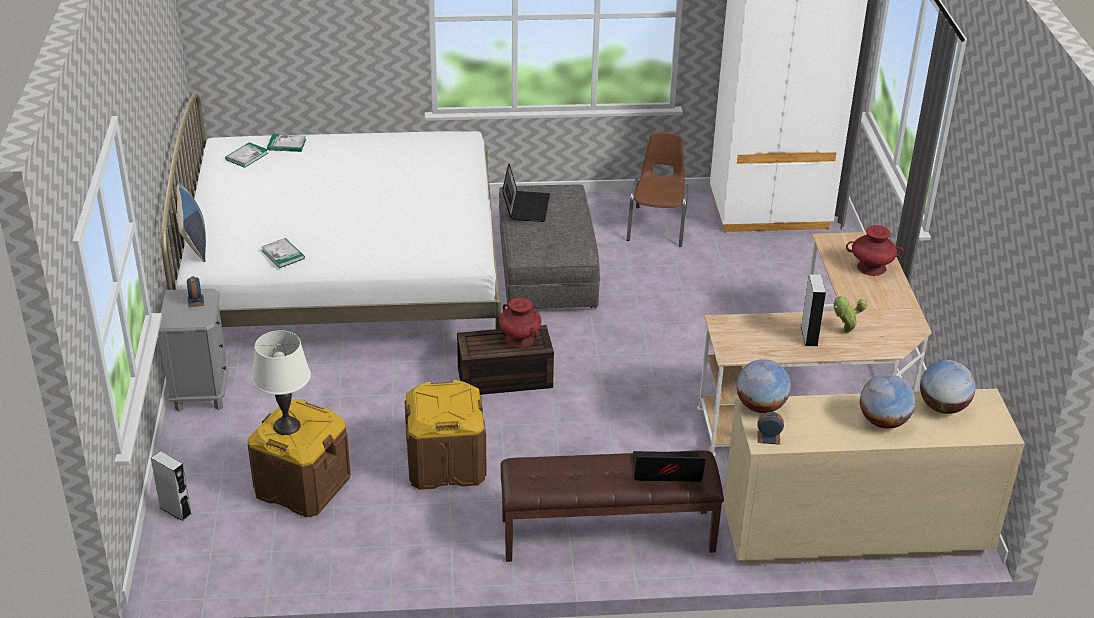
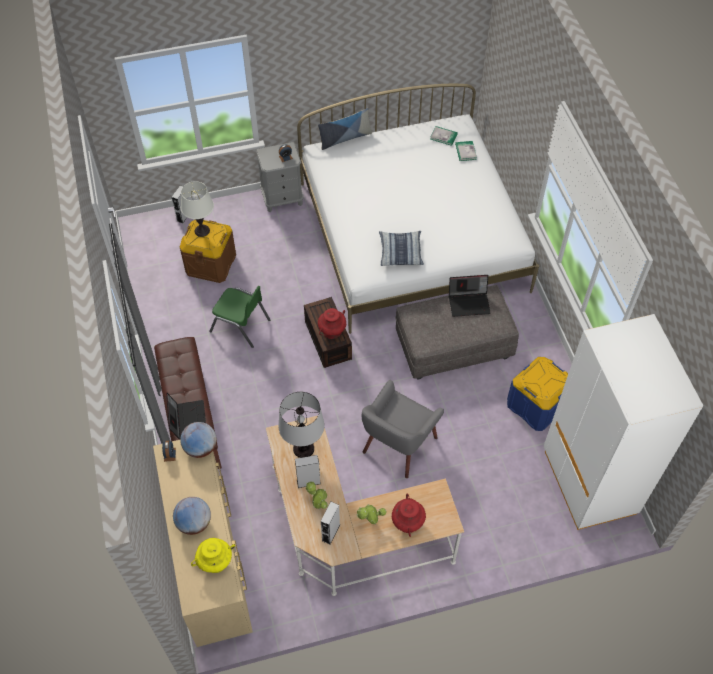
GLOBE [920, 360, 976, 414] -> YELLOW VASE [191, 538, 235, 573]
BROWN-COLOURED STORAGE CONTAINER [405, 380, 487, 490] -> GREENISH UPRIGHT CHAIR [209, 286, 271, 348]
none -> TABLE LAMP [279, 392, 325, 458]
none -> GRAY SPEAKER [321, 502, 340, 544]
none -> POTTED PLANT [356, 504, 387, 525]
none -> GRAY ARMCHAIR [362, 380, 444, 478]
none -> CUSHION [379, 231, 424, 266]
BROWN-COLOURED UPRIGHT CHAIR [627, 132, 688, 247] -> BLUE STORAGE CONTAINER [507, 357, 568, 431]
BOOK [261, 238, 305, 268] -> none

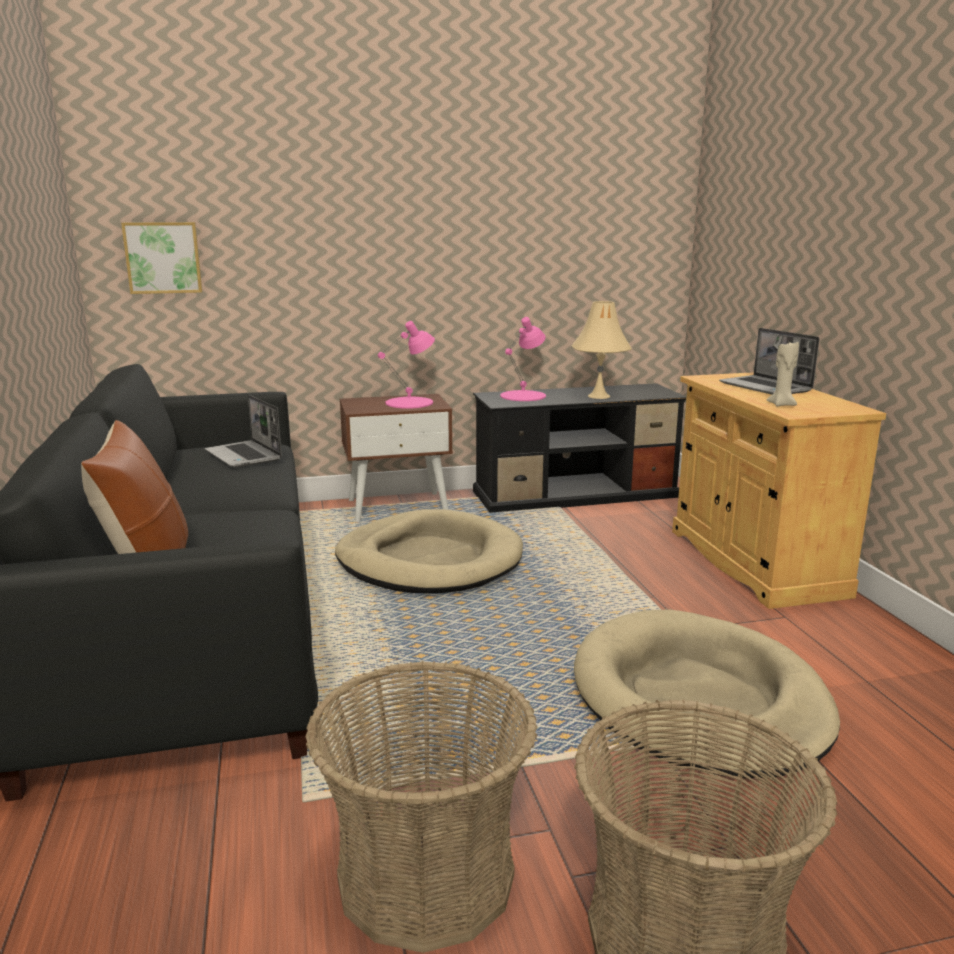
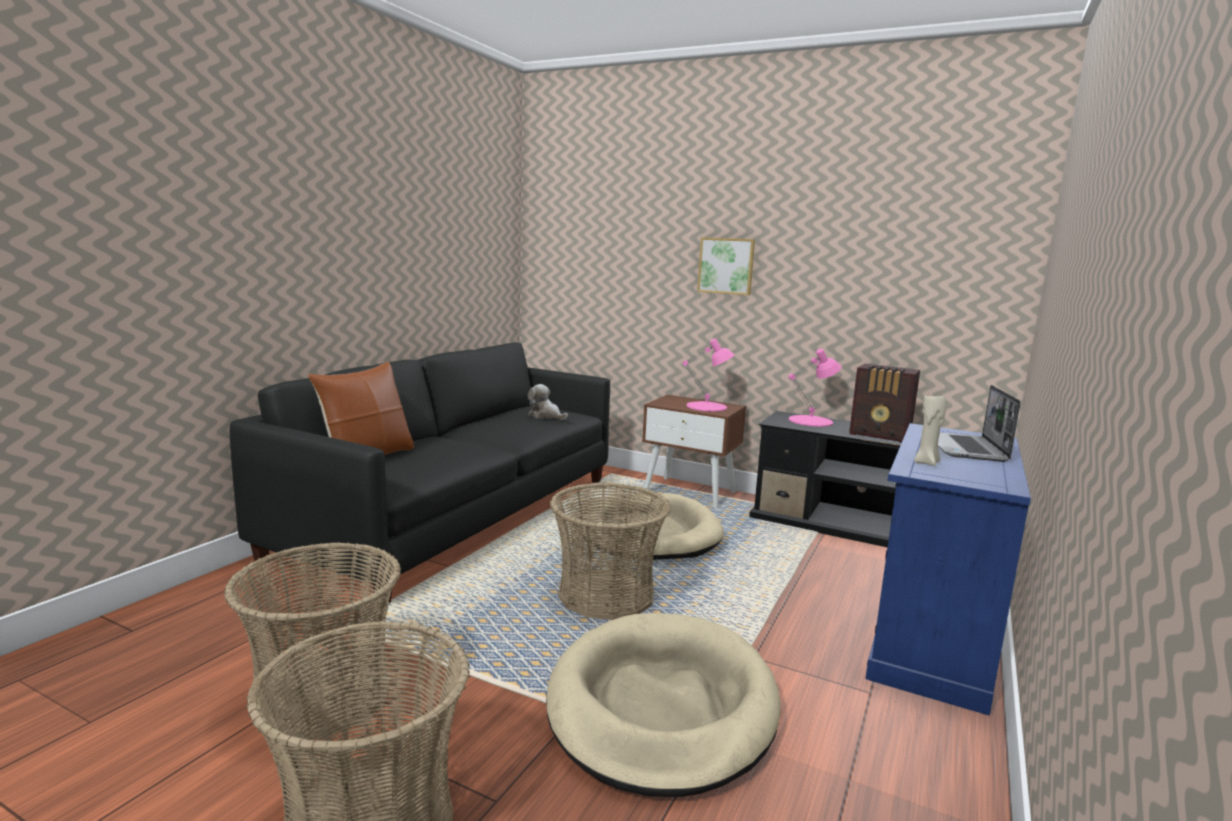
PORTABLE COMPUTER [205, 395, 282, 467] -> PLUSH TOY [527, 384, 568, 420]
none -> HOUSEHOLD BASKET [550, 483, 671, 620]
PICTURE [121, 222, 202, 294] -> PICTURE [697, 238, 755, 295], moved
BEIGE-COLOURED TABLE LAMP [571, 301, 632, 399] -> RADIO [849, 364, 920, 443]
BEIGE-COLOURED CABINET [672, 372, 886, 609] -> BLUE CABINET [865, 423, 1031, 716]

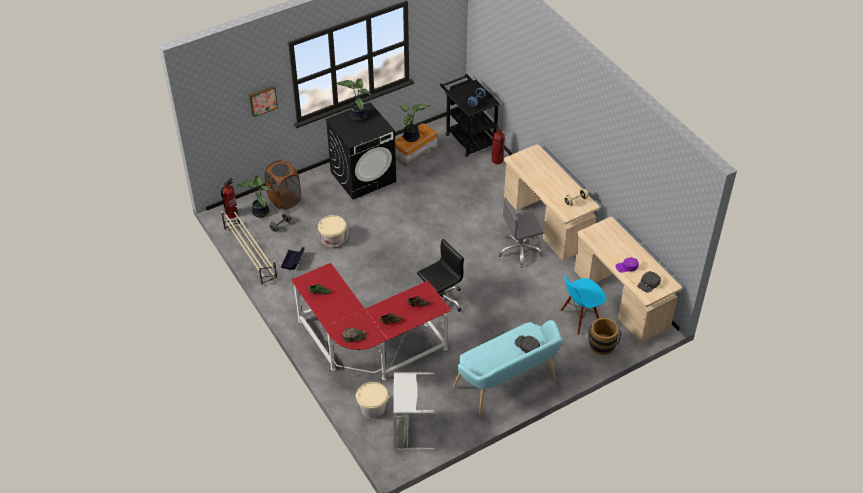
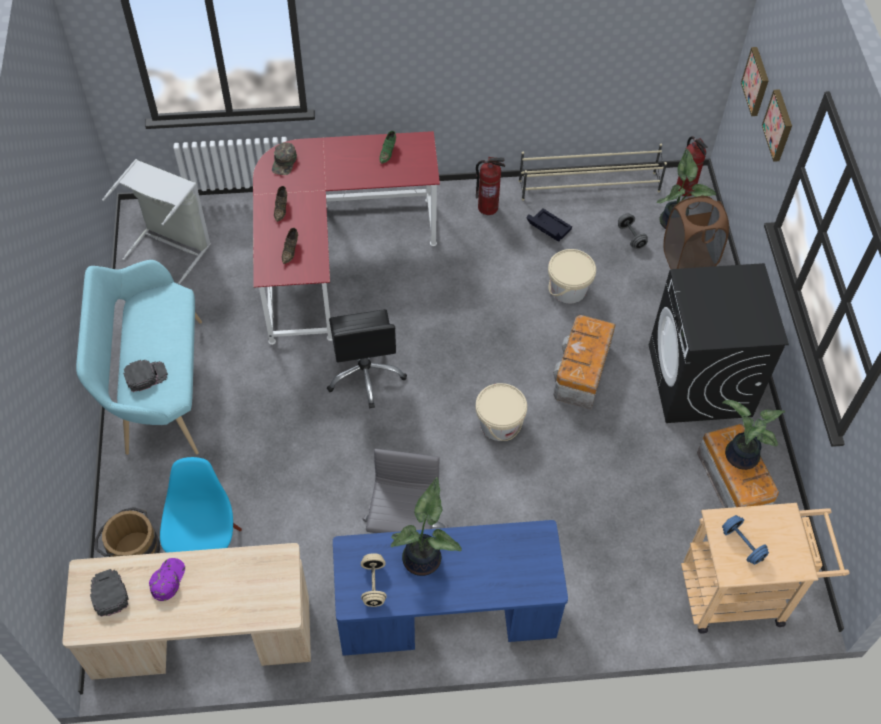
BEIGE-COLOURED DESK [504, 144, 599, 261] -> BLUE DESK [333, 520, 568, 656]
POTTED PLANT [336, 79, 371, 121] -> POTTED PLANT [391, 477, 462, 576], moved
BEIGE-COLOURED PAIL [355, 382, 390, 418] -> BEIGE-COLOURED PAIL [475, 383, 527, 441], moved
FIRE-FIGHTING CYLINDER [492, 124, 505, 164] -> FIRE-FIGHTING CYLINDER [476, 157, 505, 215], moved
none -> STORAGE CONTAINER [553, 315, 616, 410]
BLACKISH CART [440, 74, 500, 157] -> BEIGE-COLOURED CART [681, 503, 850, 634]
none -> PICTURE [741, 47, 769, 116]

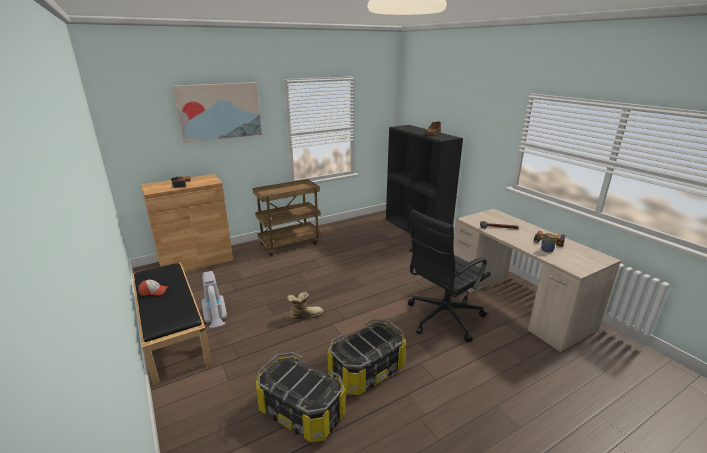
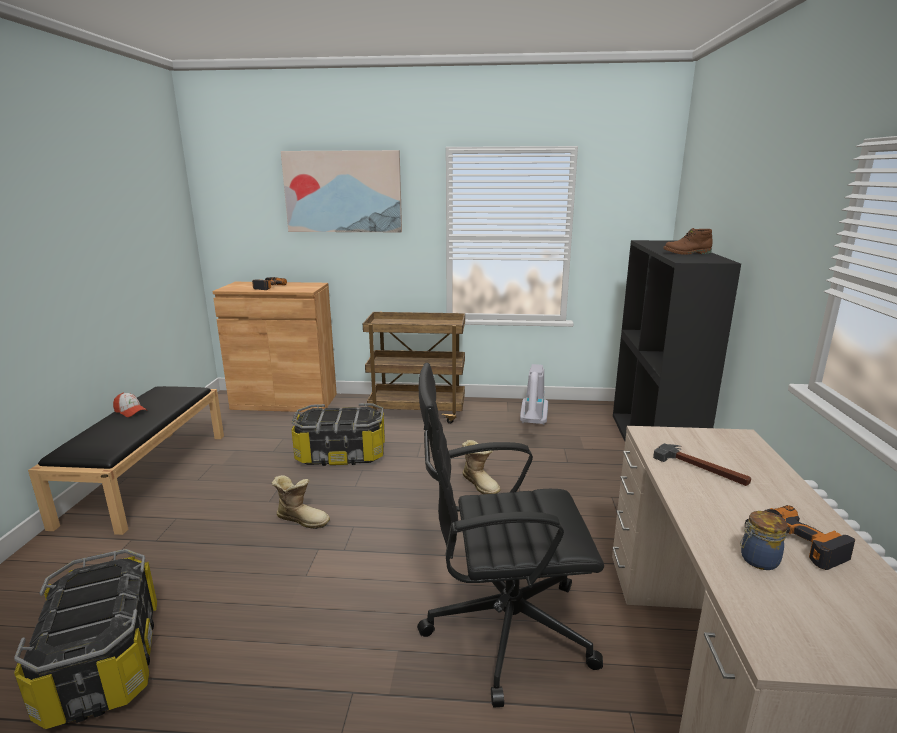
STORAGE CONTAINER [328, 319, 406, 395] -> STORAGE CONTAINER [291, 403, 385, 466], moved
none -> TALL BOOT [462, 440, 500, 494]
VACUUM [202, 271, 227, 328] -> VACUUM [520, 364, 548, 425], moved

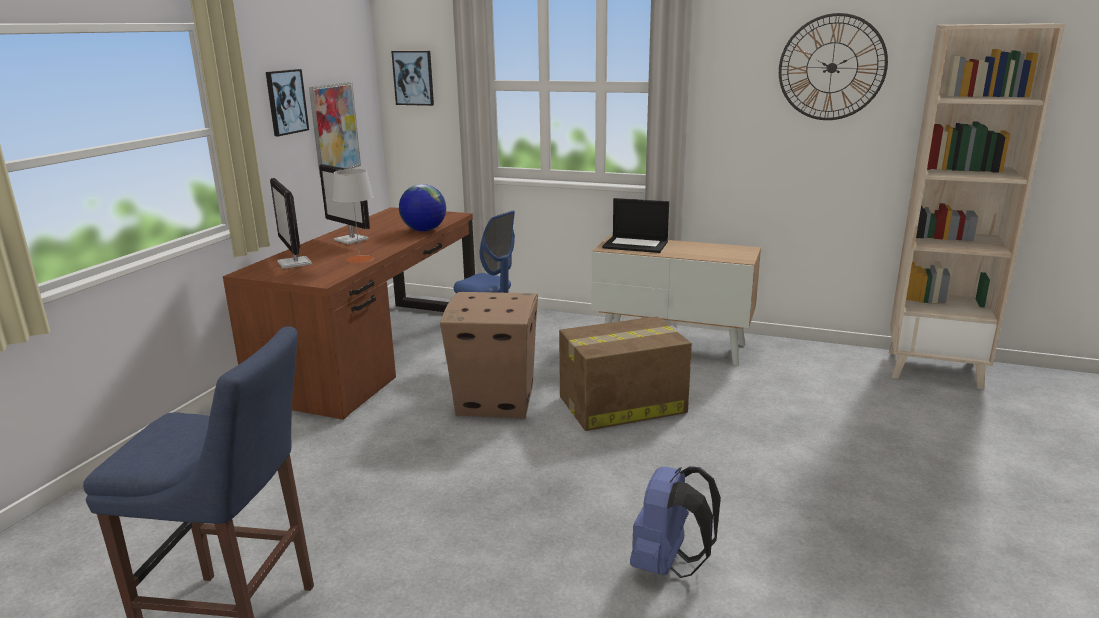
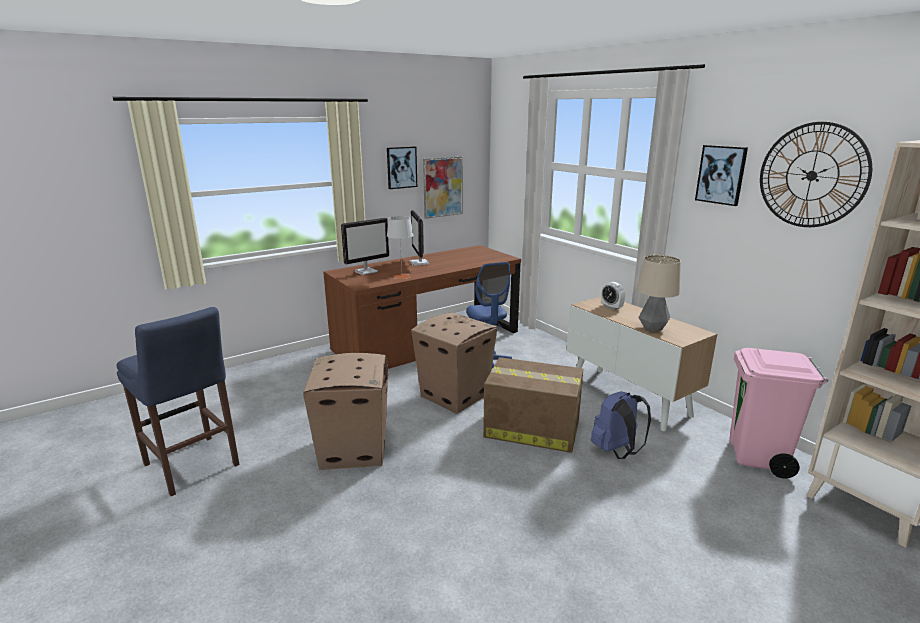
none -> PACKING BOX [303, 353, 388, 470]
COMPUTER SCREEN [270, 178, 312, 269] -> COMPUTER SCREEN [341, 218, 389, 275], 135 degrees counterclockwise
BLUE RUCKSACK [630, 466, 721, 578] -> BLUE RUCKSACK [591, 391, 651, 459], moved
PORTABLE COMPUTER [602, 198, 669, 253] -> BEDSIDE CLOCK [601, 282, 625, 310]
none -> TABLE LAMP [637, 255, 681, 332]
PICTURE [391, 51, 434, 106] -> PICTURE [695, 145, 748, 206], moved
none -> PINK-COLOURED RUBBISH BIN [730, 348, 829, 478]
GLOBE [399, 184, 446, 231] -> none

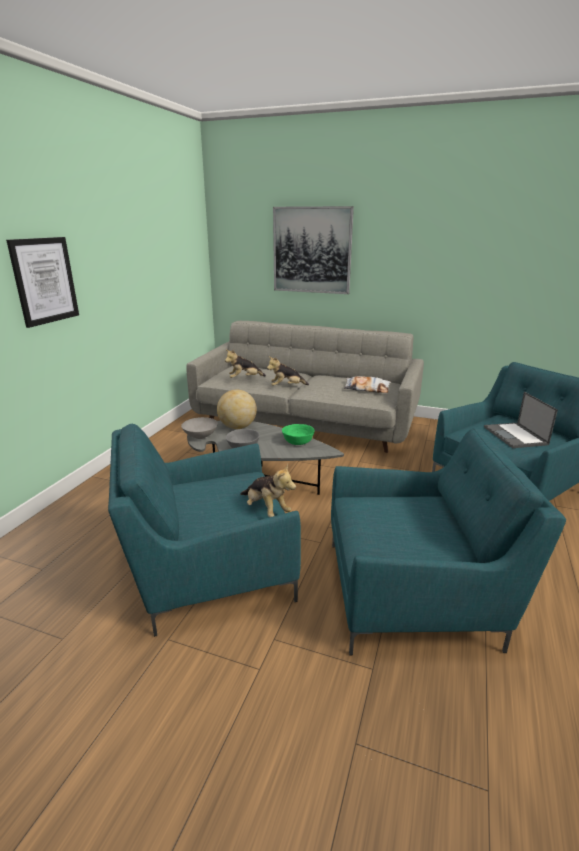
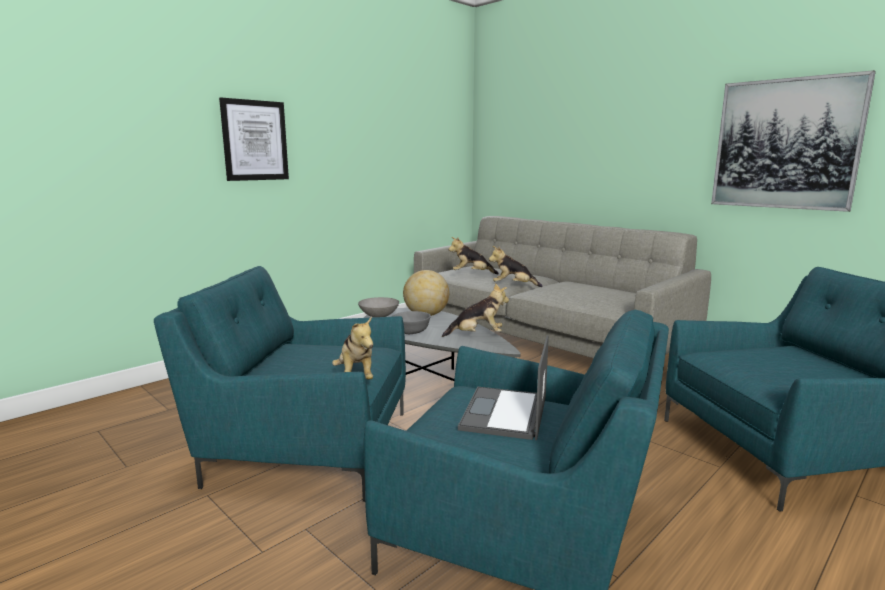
GREENISH SERVING BOWL [282, 424, 315, 445] -> PLUSH TOY [442, 283, 509, 337]
PORTABLE COMPUTER [484, 392, 558, 448] -> PORTABLE COMPUTER [458, 335, 549, 440], moved
PICTURE [273, 206, 354, 294] -> PICTURE [711, 70, 876, 212], moved
CUSHION [344, 376, 391, 393] -> none

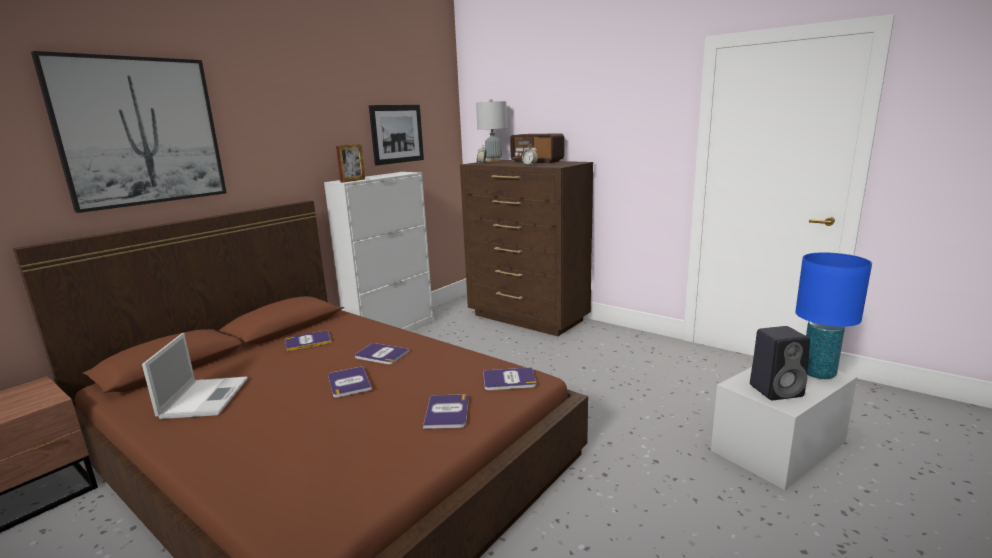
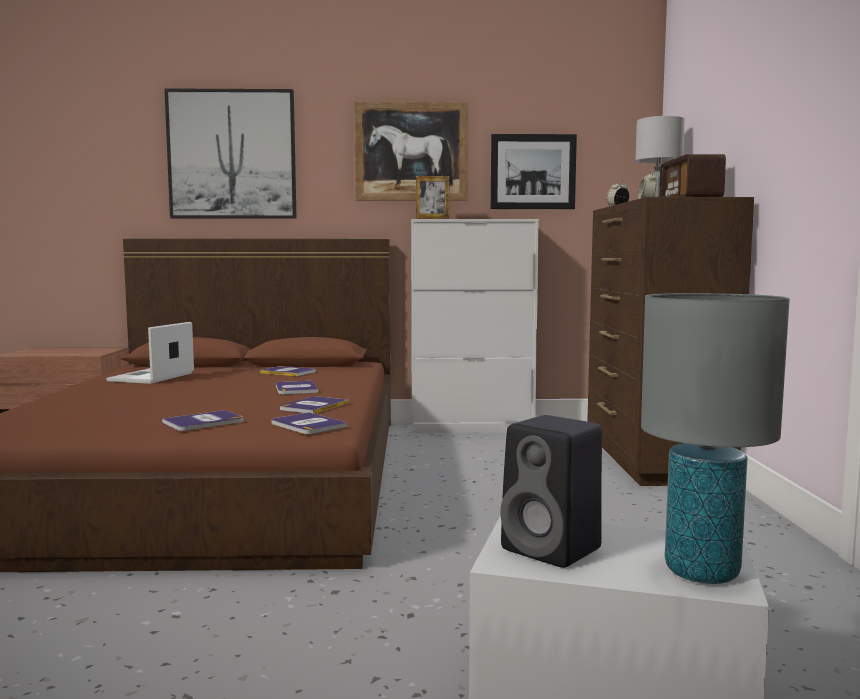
PORTABLE COMPUTER [142, 333, 248, 419] -> PORTABLE COMPUTER [106, 322, 194, 384], 150 degrees clockwise
BOOK [328, 366, 372, 398] -> BOOK [280, 396, 348, 414], moved
none -> PICTURE [354, 101, 468, 201]
BLUE TABLE LAMP [795, 253, 872, 379] -> GRAY TABLE LAMP [641, 293, 790, 584]

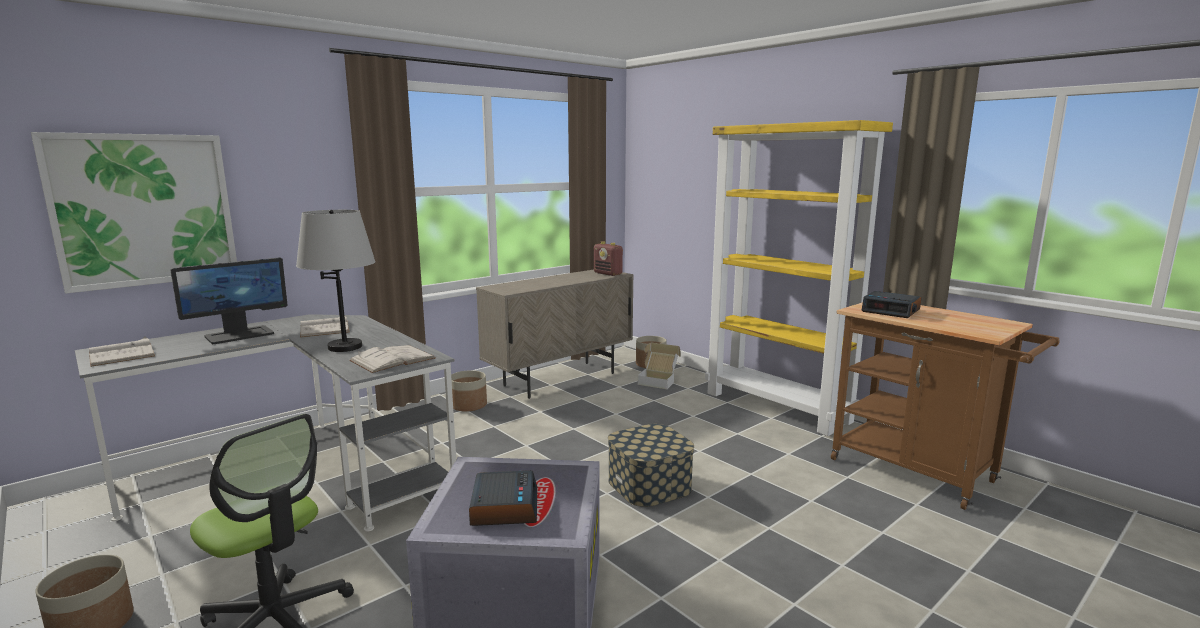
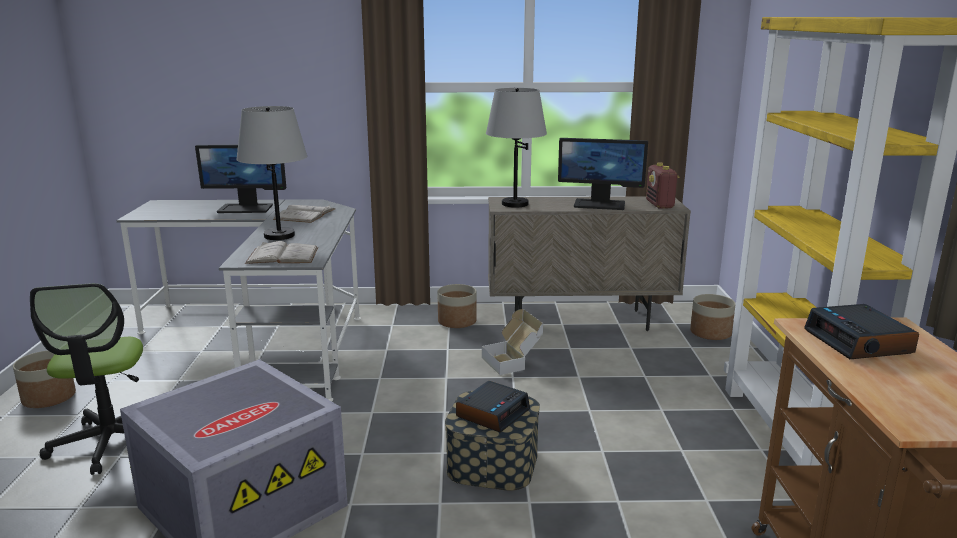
BEDSIDE CLOCK [469, 470, 537, 526] -> BEDSIDE CLOCK [456, 381, 530, 433], moved
PACKING BOX [638, 342, 681, 389] -> PACKING BOX [482, 309, 543, 375], moved
none -> GRAY TABLE LAMP [486, 88, 547, 208]
none -> COMPUTER SCREEN [558, 138, 648, 210]
PICTURE [31, 132, 237, 294] -> none
WHITE BOOK [89, 337, 155, 367] -> none

